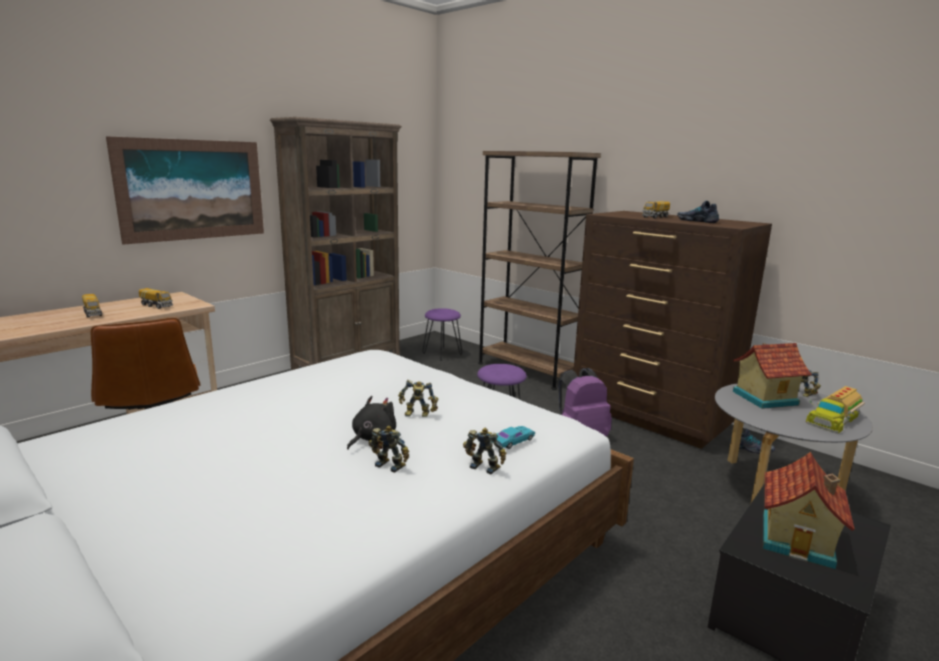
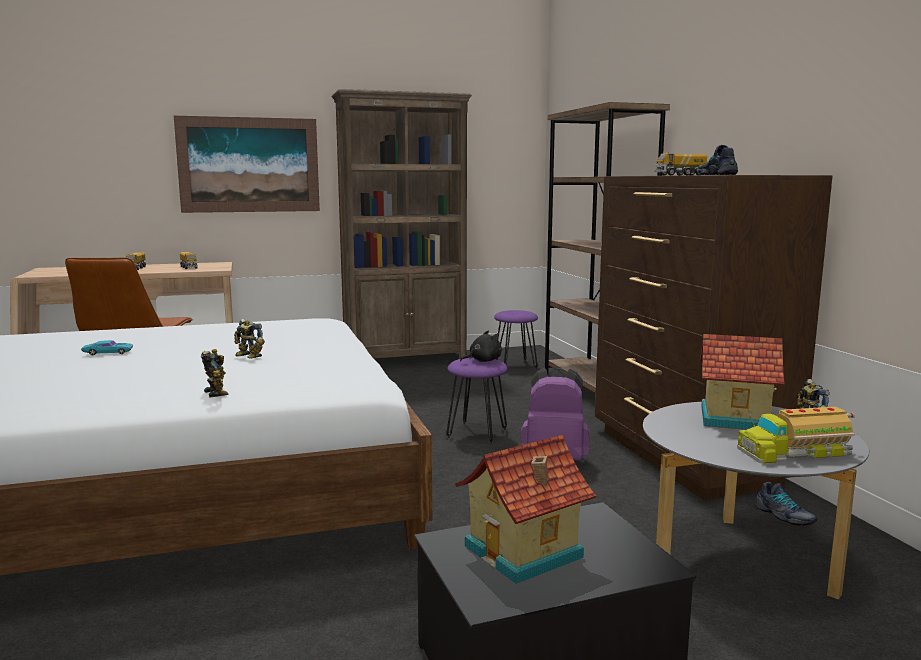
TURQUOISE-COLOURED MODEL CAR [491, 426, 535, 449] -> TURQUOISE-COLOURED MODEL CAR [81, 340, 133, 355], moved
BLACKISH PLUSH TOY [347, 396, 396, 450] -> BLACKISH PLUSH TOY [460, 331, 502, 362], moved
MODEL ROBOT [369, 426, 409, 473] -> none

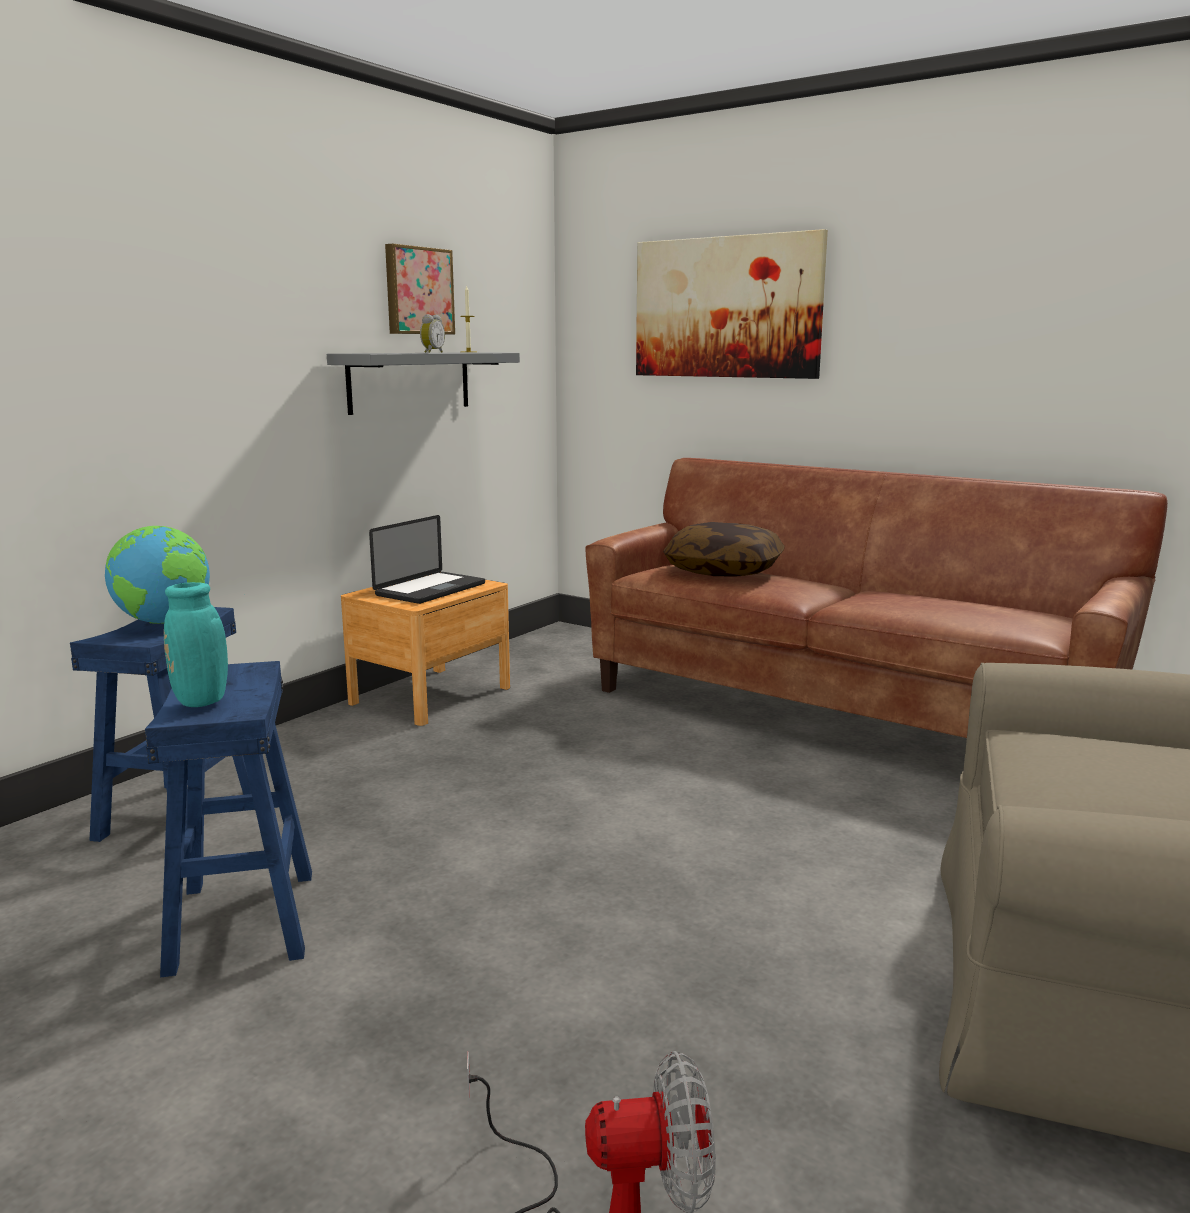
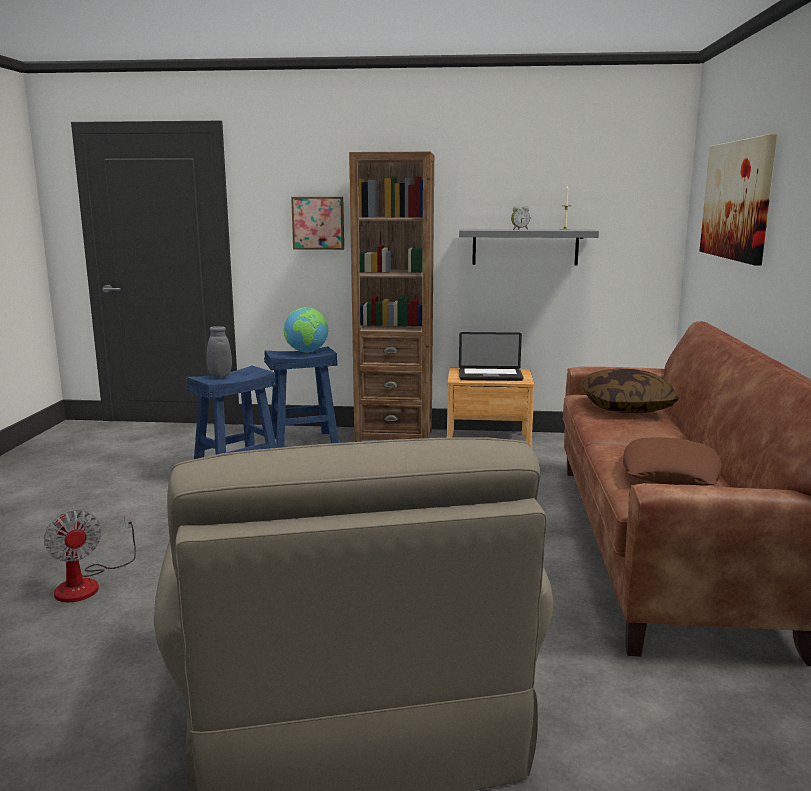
TURQUOISE-COLOURED VASE [164, 582, 228, 707] -> GRAY VASE [207, 326, 232, 377]
PICTURE [385, 244, 455, 334] -> PICTURE [291, 197, 344, 250], moved
none -> BROWN-COLOURED BOOKSHELF [349, 152, 434, 442]
none -> BROWN-COLOURED CUSHION [623, 437, 722, 486]

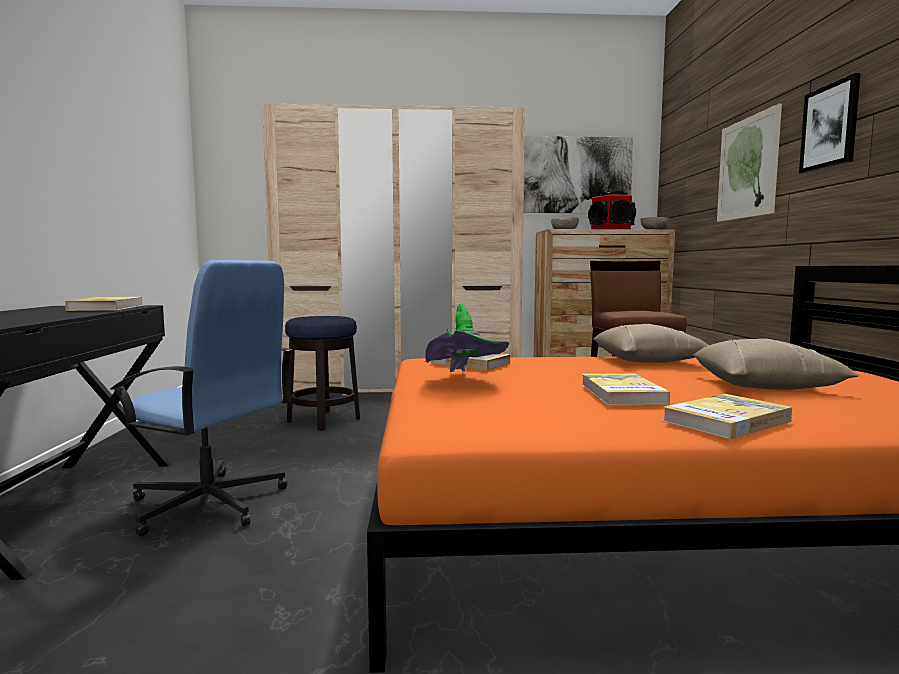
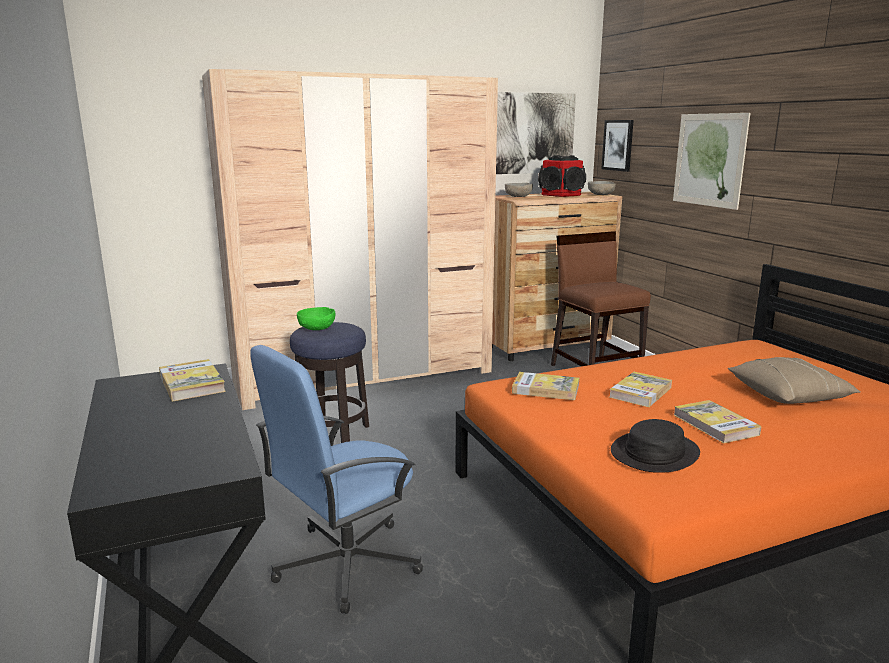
BLUE OFFICE CHAIR [110, 260, 292, 536] -> BLUE OFFICE CHAIR [250, 345, 423, 614], 135 degrees clockwise
none -> GREENISH SERVING BOWL [297, 307, 335, 330]
PICTURE [799, 73, 861, 173] -> PICTURE [601, 120, 634, 172], moved
BOOK [662, 394, 792, 439] -> BOOK [609, 372, 672, 407], moved
none -> BLACKISH WEARABLE HAT [611, 419, 700, 473]
GREENISH WEARABLE HAT [425, 303, 509, 372] -> none
BEIGE-COLOURED CUSHION [593, 324, 709, 363] -> none

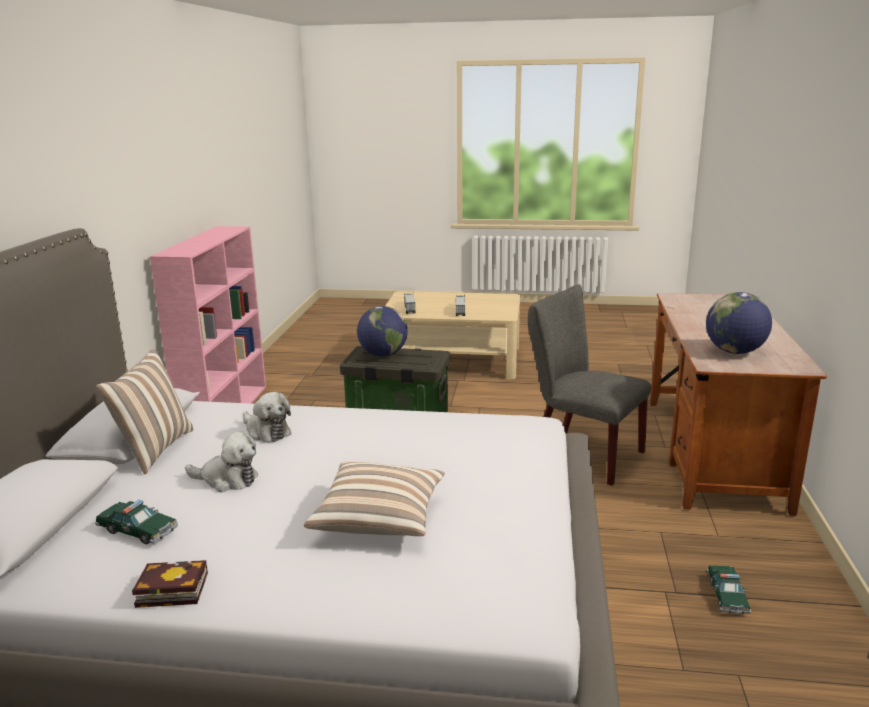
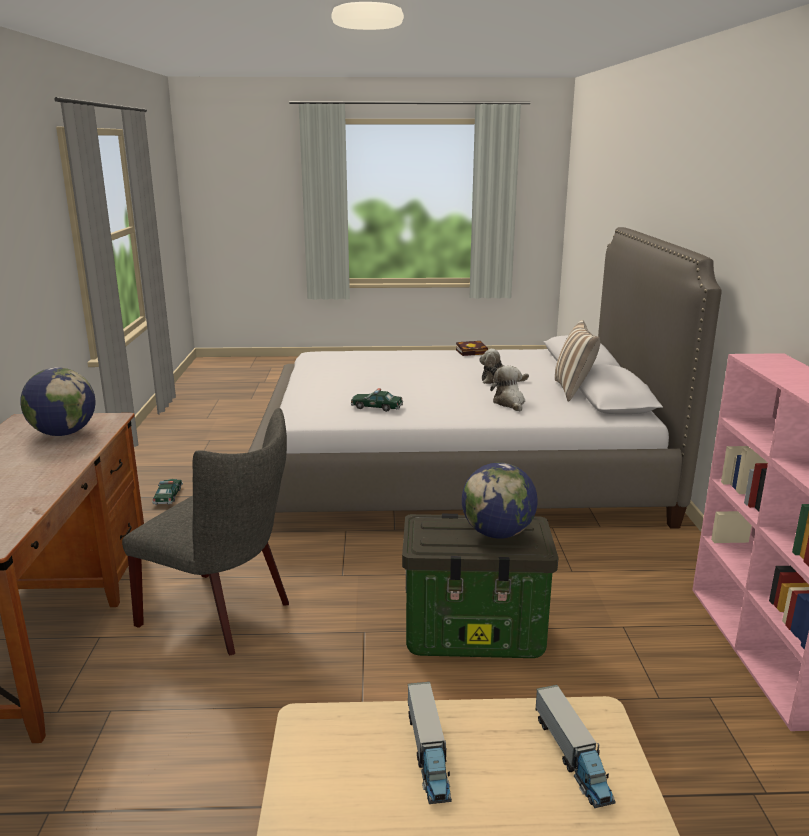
MODEL CAR [95, 500, 178, 544] -> MODEL CAR [351, 388, 403, 412], moved
PLUSH TOY [243, 392, 291, 443] -> PLUSH TOY [490, 366, 525, 412], 45 degrees clockwise
CUSHION [304, 461, 445, 536] -> none

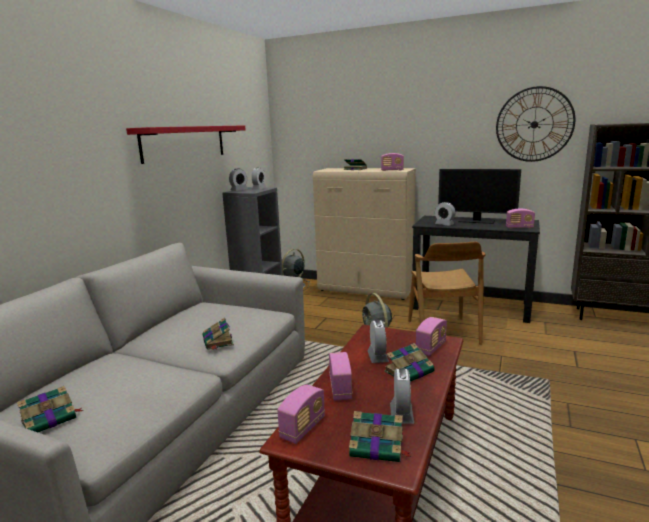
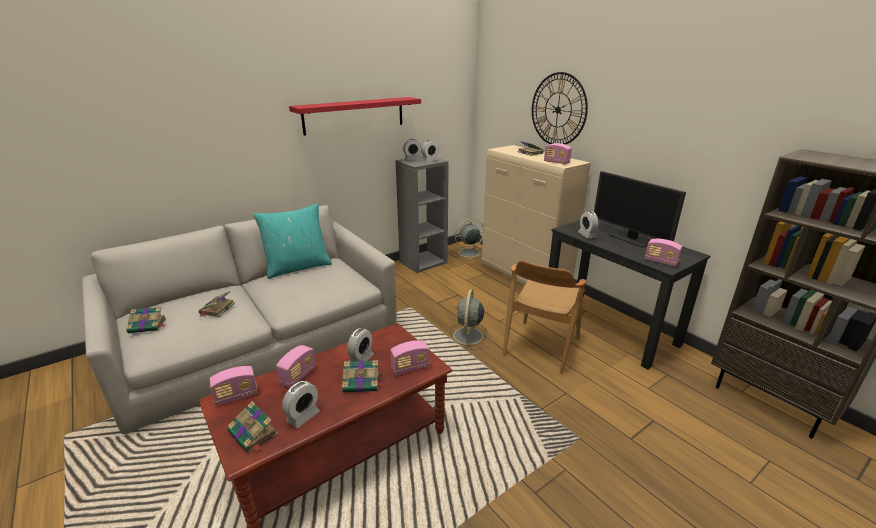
BOOK [202, 318, 234, 350] -> BOOK [199, 291, 235, 317], moved
none -> TURQUOISE-COLOURED CUSHION [253, 203, 332, 279]
WALL CLOCK [496, 86, 576, 162] -> WALL CLOCK [532, 72, 588, 145], moved

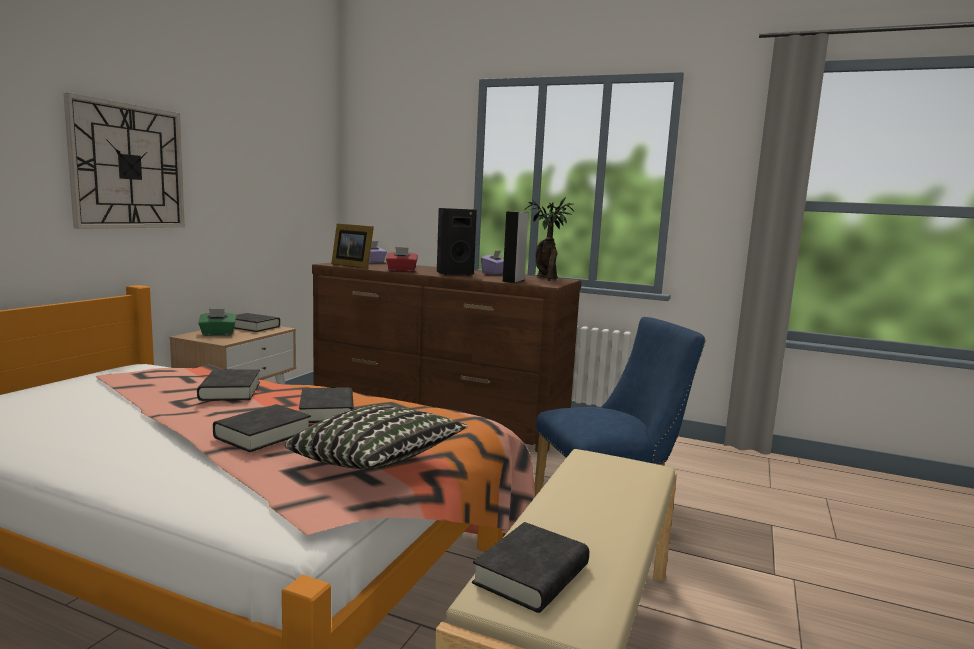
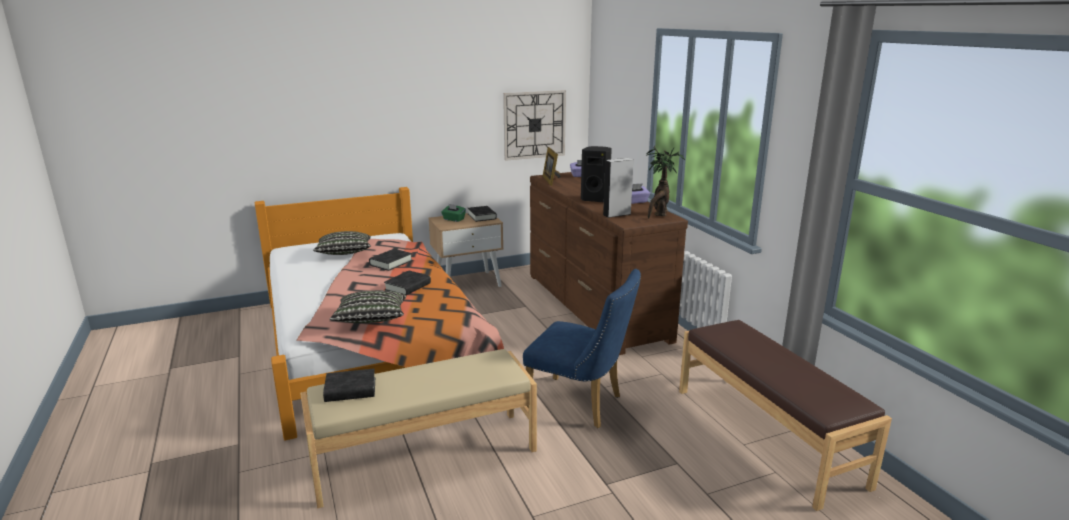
none -> CUSHION [313, 231, 371, 255]
WALL CLOCK [64, 93, 185, 229] -> WALL CLOCK [503, 90, 566, 161], moved
none -> BROWN-COLOURED BENCH [679, 320, 892, 511]
BLACKISH BOOK [213, 404, 311, 452] -> none
REDDISH TISSUE HOLDER [386, 247, 418, 272] -> none

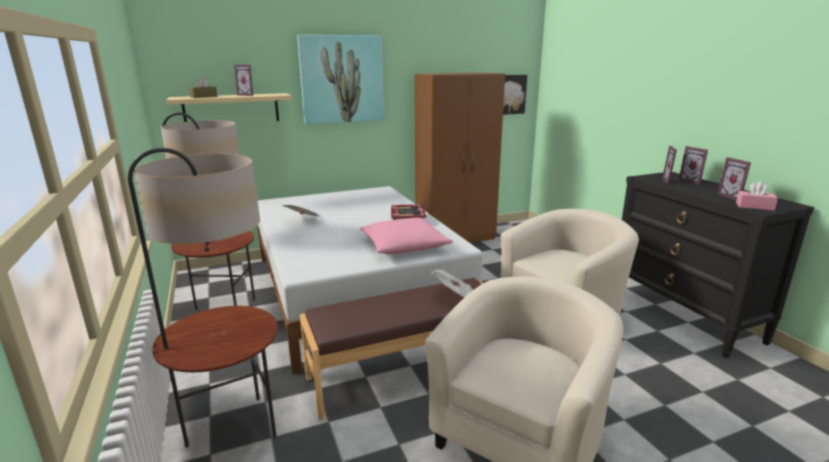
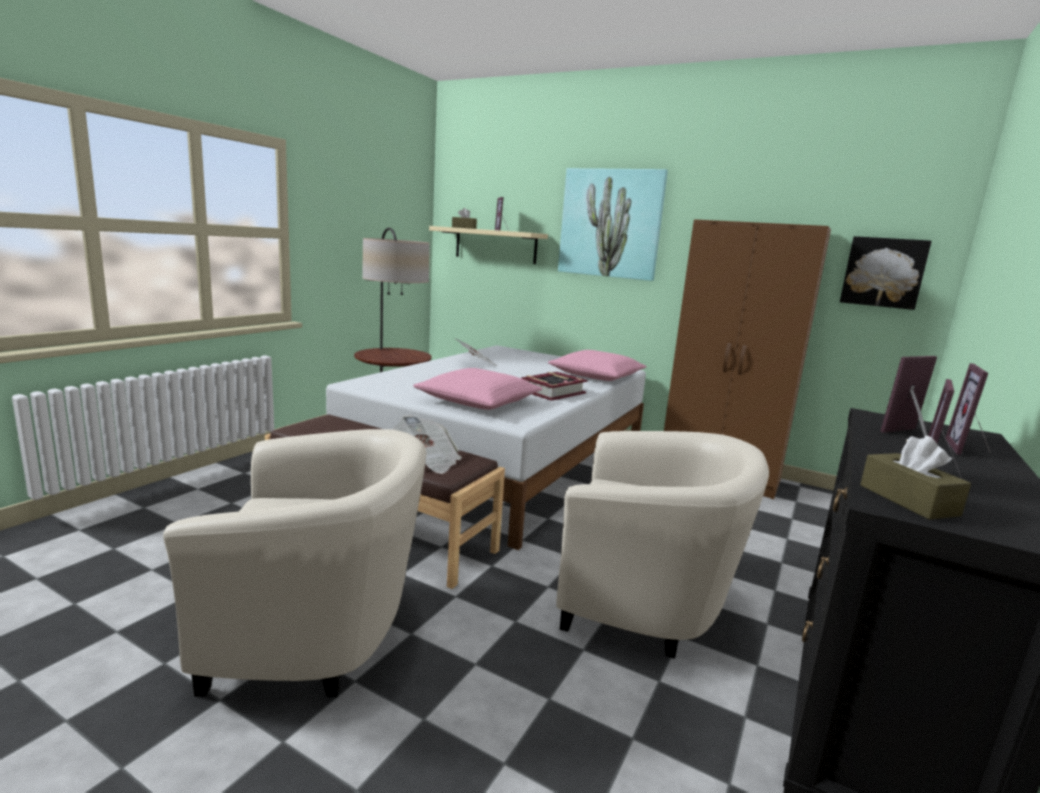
none -> PINK-COLOURED CUSHION [548, 350, 647, 381]
PINK-COLOURED TISSUE HOLDER [736, 181, 778, 211] -> BROWN-COLOURED TISSUE HOLDER [860, 436, 971, 520]
STANDARD LAMP [128, 148, 278, 447] -> none

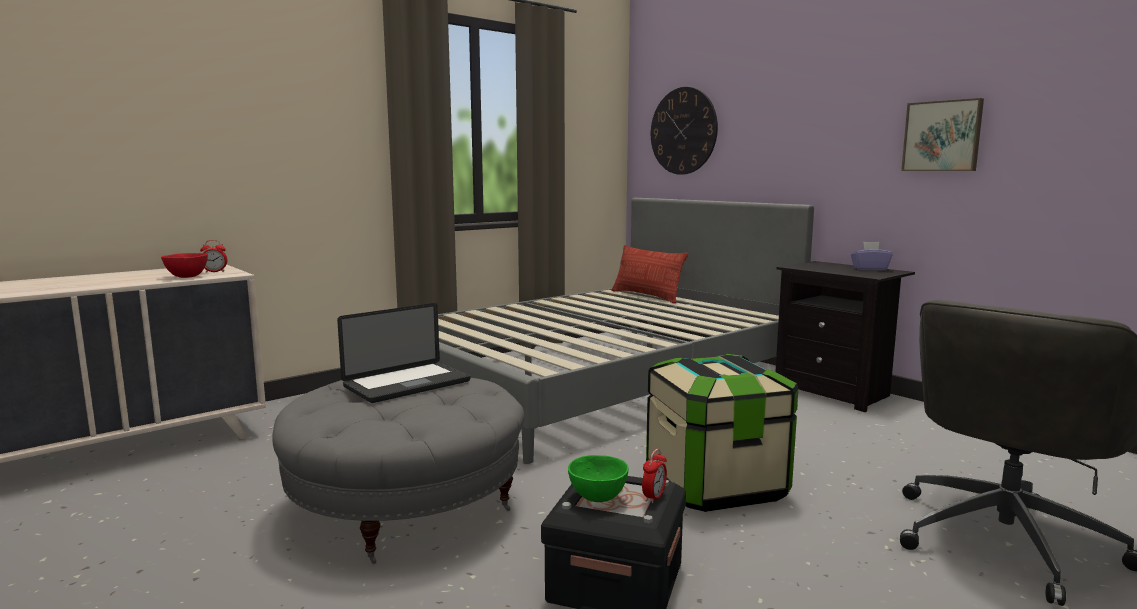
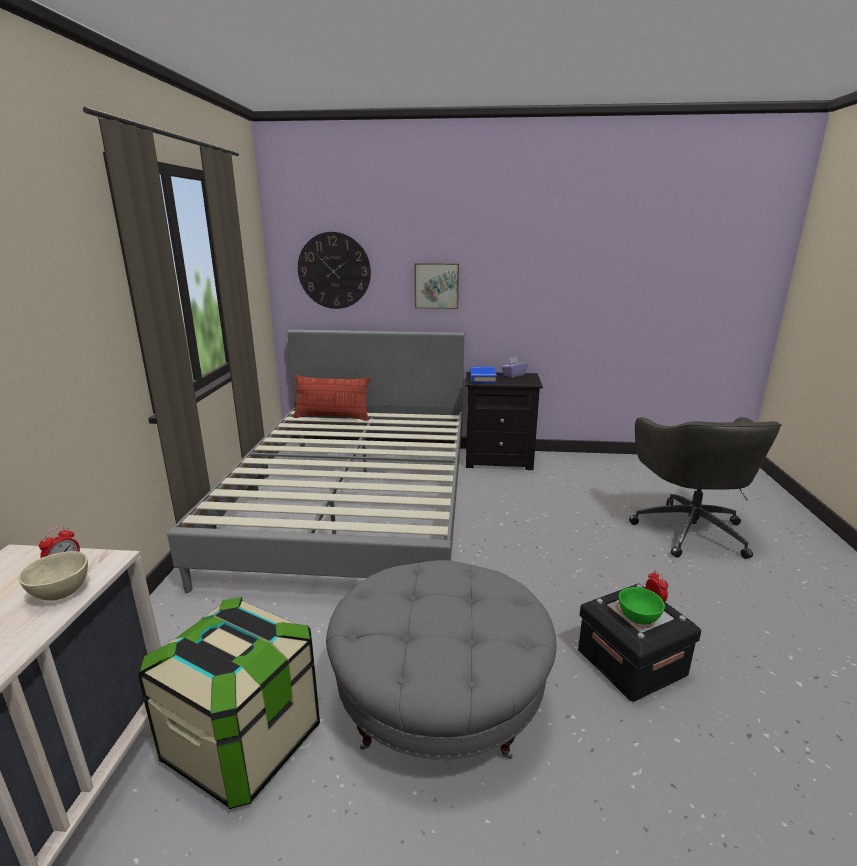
REDDISH SERVING BOWL [161, 253, 208, 278] -> BEIGE-COLOURED SERVING BOWL [18, 551, 88, 601]
STORAGE CONTAINER [646, 354, 798, 512] -> STORAGE CONTAINER [138, 597, 320, 809], moved
PICTURE [901, 98, 984, 171] -> PICTURE [414, 263, 459, 309], moved
none -> BLUE BOOK [470, 366, 497, 383]
PORTABLE COMPUTER [337, 303, 470, 403] -> none

